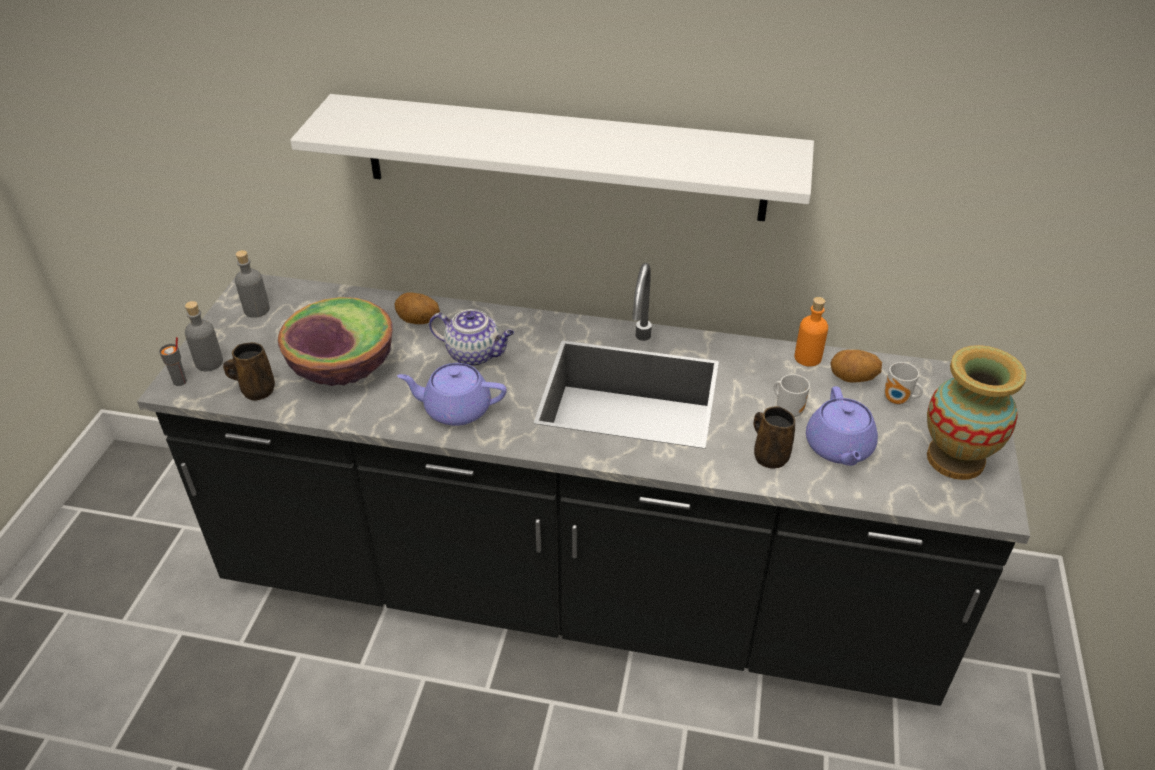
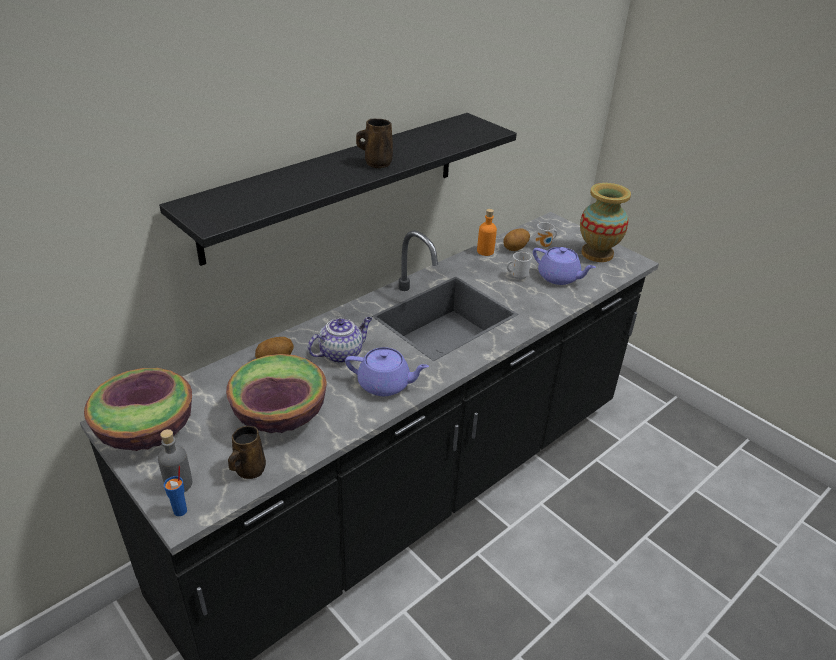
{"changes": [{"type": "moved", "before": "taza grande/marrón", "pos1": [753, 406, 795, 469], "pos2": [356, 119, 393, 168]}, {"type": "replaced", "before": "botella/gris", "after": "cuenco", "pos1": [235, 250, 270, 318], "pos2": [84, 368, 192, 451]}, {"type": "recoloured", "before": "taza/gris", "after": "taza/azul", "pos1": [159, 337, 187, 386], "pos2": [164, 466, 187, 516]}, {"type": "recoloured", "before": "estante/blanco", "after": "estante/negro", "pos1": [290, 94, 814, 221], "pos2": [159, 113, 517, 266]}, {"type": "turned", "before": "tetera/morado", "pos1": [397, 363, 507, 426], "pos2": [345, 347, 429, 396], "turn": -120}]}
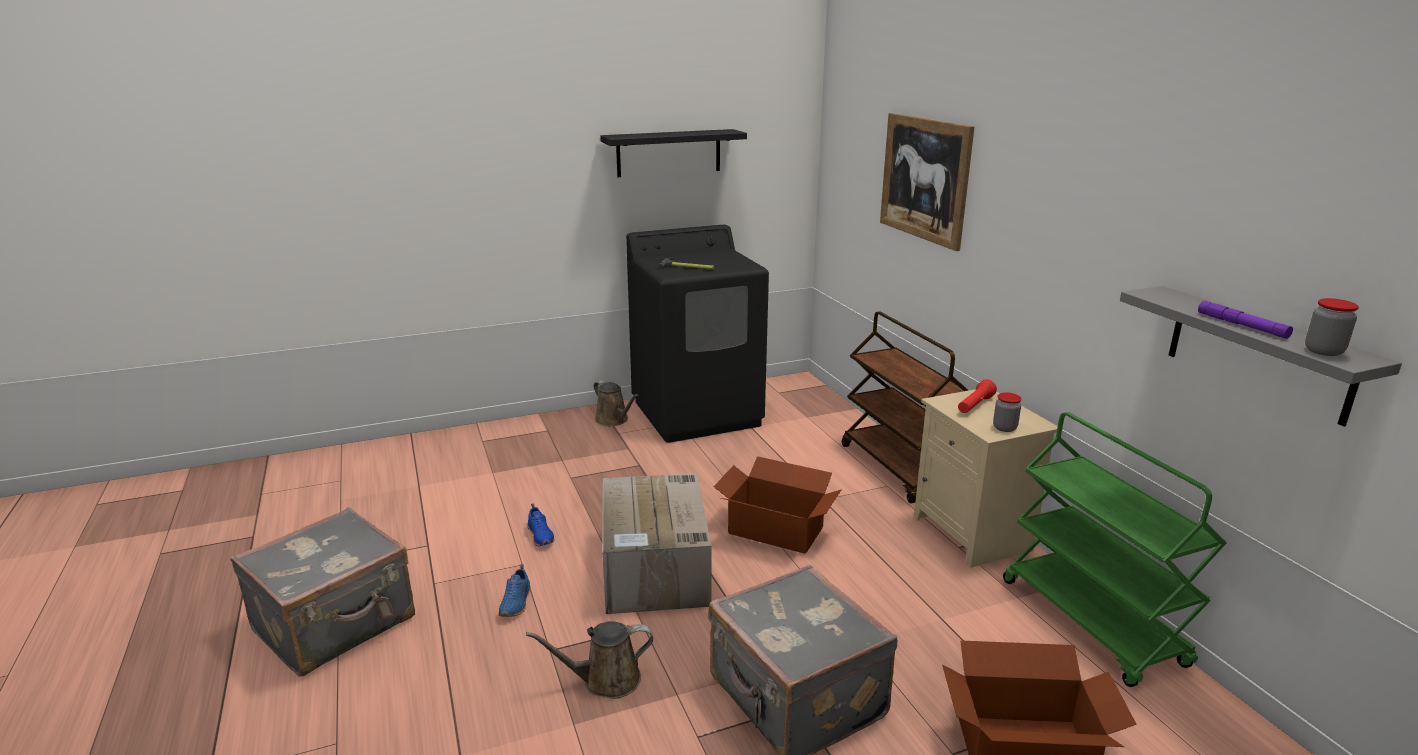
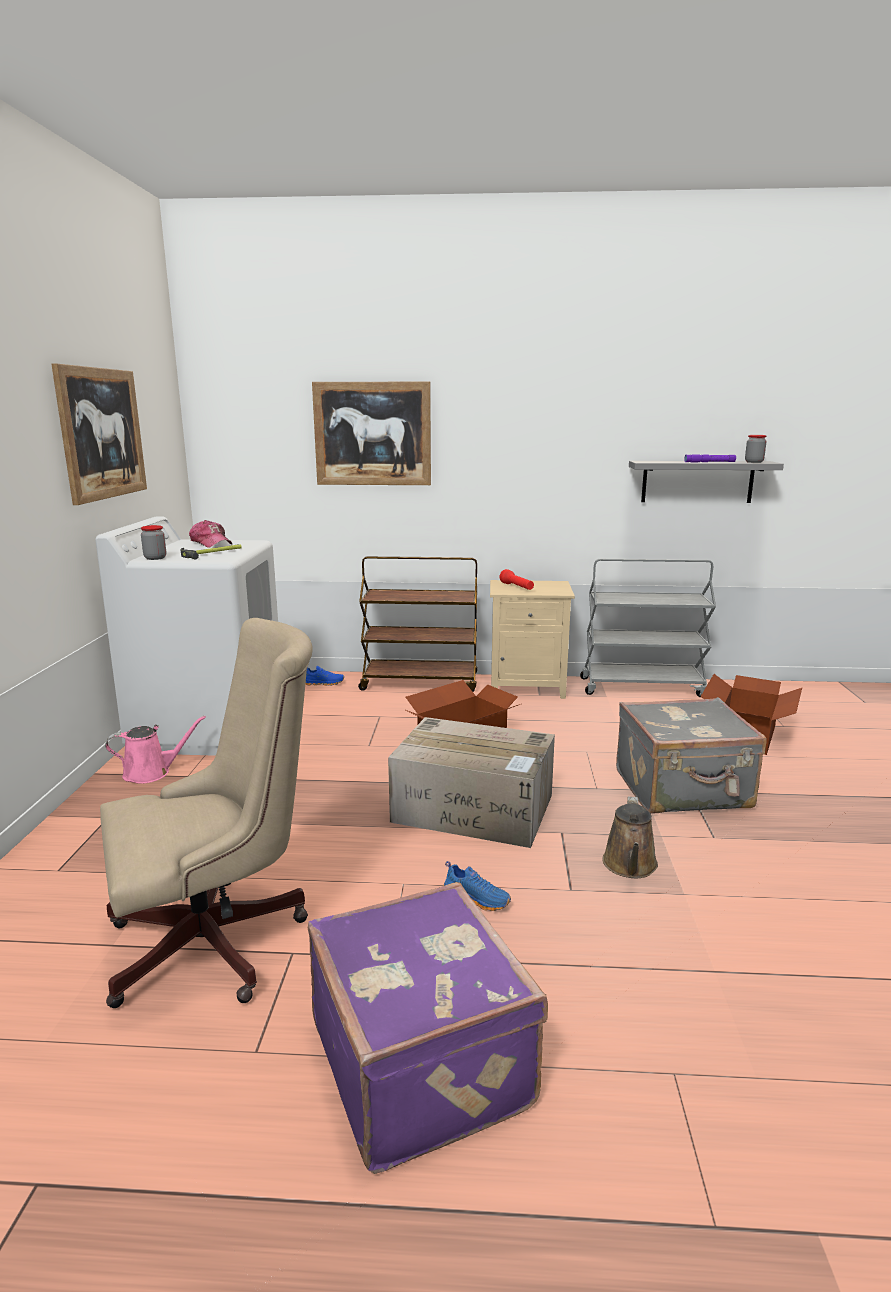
{"changes": [{"type": "added", "after": "silla de oficina/beis", "pos2": [100, 618, 313, 1008]}, {"type": "added", "after": "gorra", "pos2": [189, 520, 233, 548]}, {"type": "moved", "before": "zapato/azul", "pos1": [527, 503, 555, 546], "pos2": [305, 666, 344, 686]}, {"type": "moved", "before": "tarro", "pos1": [993, 392, 1021, 432], "pos2": [141, 525, 166, 560]}, {"type": "replaced", "before": "estante/negro", "after": "cuadro", "pos1": [600, 129, 747, 177], "pos2": [51, 364, 147, 505]}, {"type": "recoloured", "before": "maleta/gris", "after": "maleta/morado", "pos1": [230, 507, 415, 676], "pos2": [308, 882, 548, 1174]}, {"type": "recoloured", "before": "regadera/marrón", "after": "regadera/rosa", "pos1": [594, 380, 639, 426], "pos2": [105, 716, 206, 784]}, {"type": "recoloured", "before": "lavadora/negro", "after": "lavadora/blanco", "pos1": [626, 225, 769, 443], "pos2": [95, 516, 278, 756]}, {"type": "recoloured", "before": "carrito/verde", "after": "carrito/gris", "pos1": [1003, 412, 1227, 687], "pos2": [580, 559, 716, 697]}]}
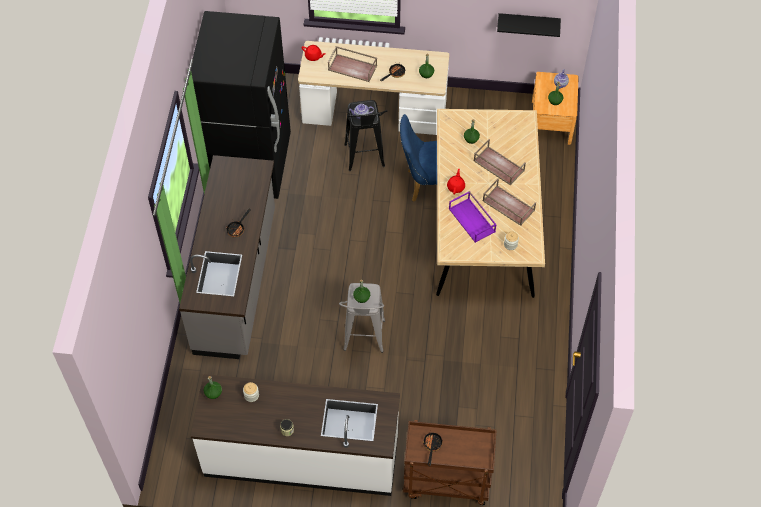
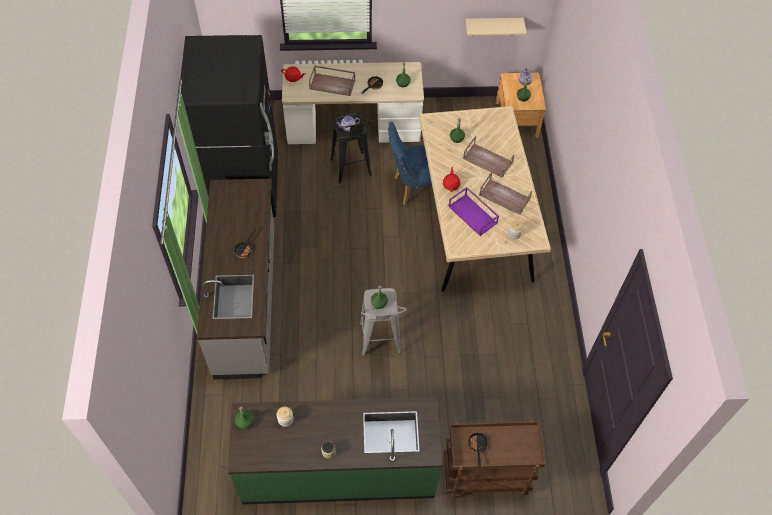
{"changes": [{"type": "recoloured", "before": "mueble bajo de cocina/blanco", "after": "mueble bajo de cocina/verde", "pos1": [191, 374, 400, 496], "pos2": [228, 397, 443, 505]}, {"type": "recoloured", "before": "estante/negro", "after": "estante/beis", "pos1": [497, 13, 561, 37], "pos2": [465, 18, 527, 36]}]}
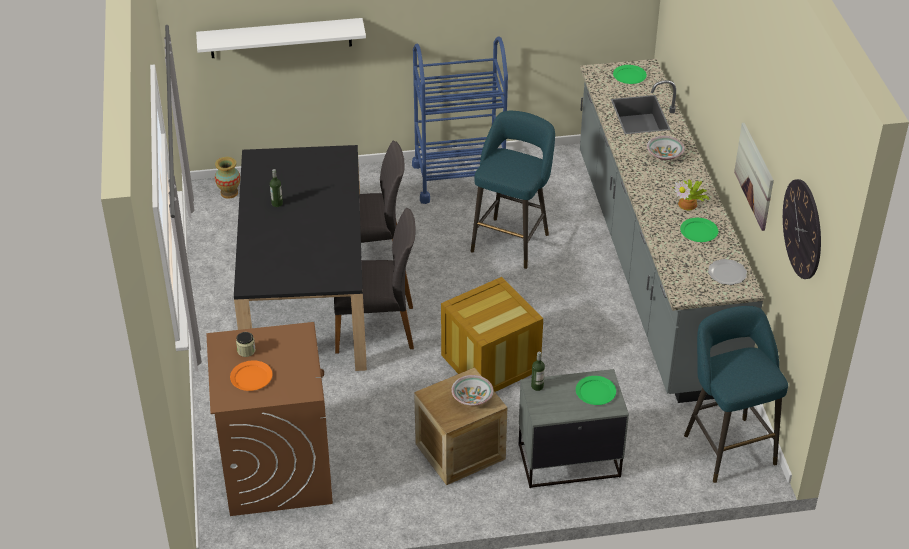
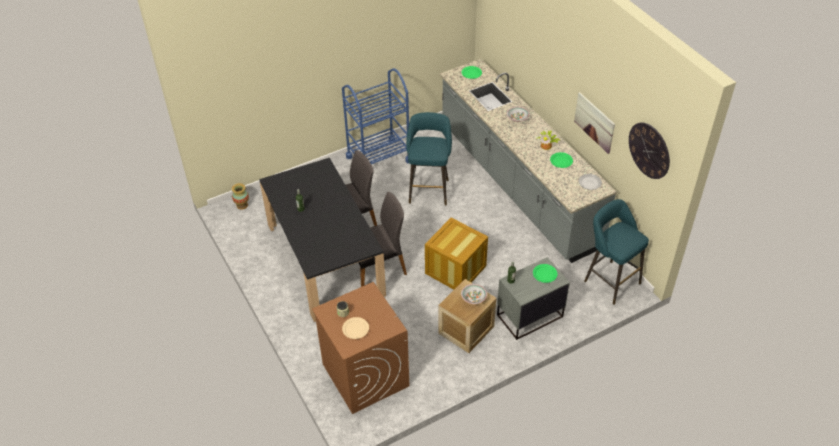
{"changes": [{"type": "removed", "before": "estante/blanco", "pos1": [196, 18, 366, 58]}, {"type": "recoloured", "before": "plato/naranja", "after": "plato/beis", "pos1": [230, 360, 273, 391], "pos2": [342, 317, 369, 339]}]}
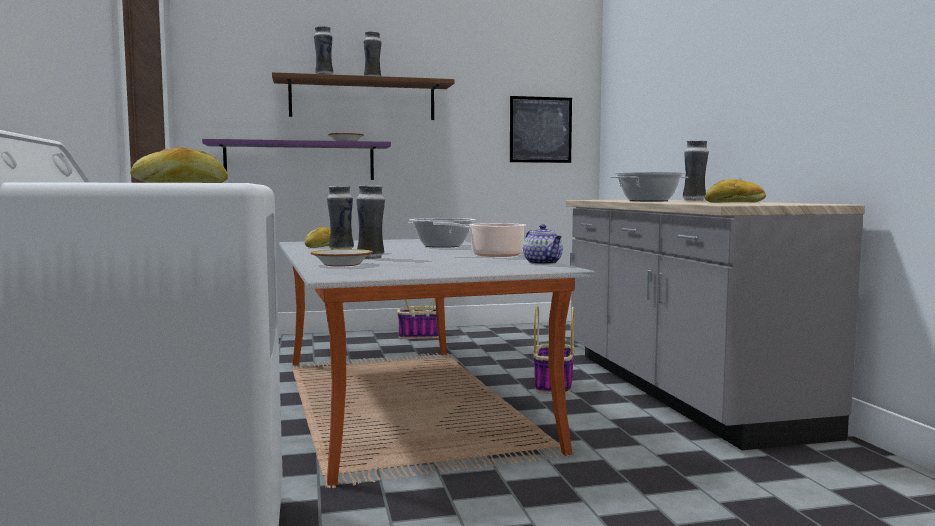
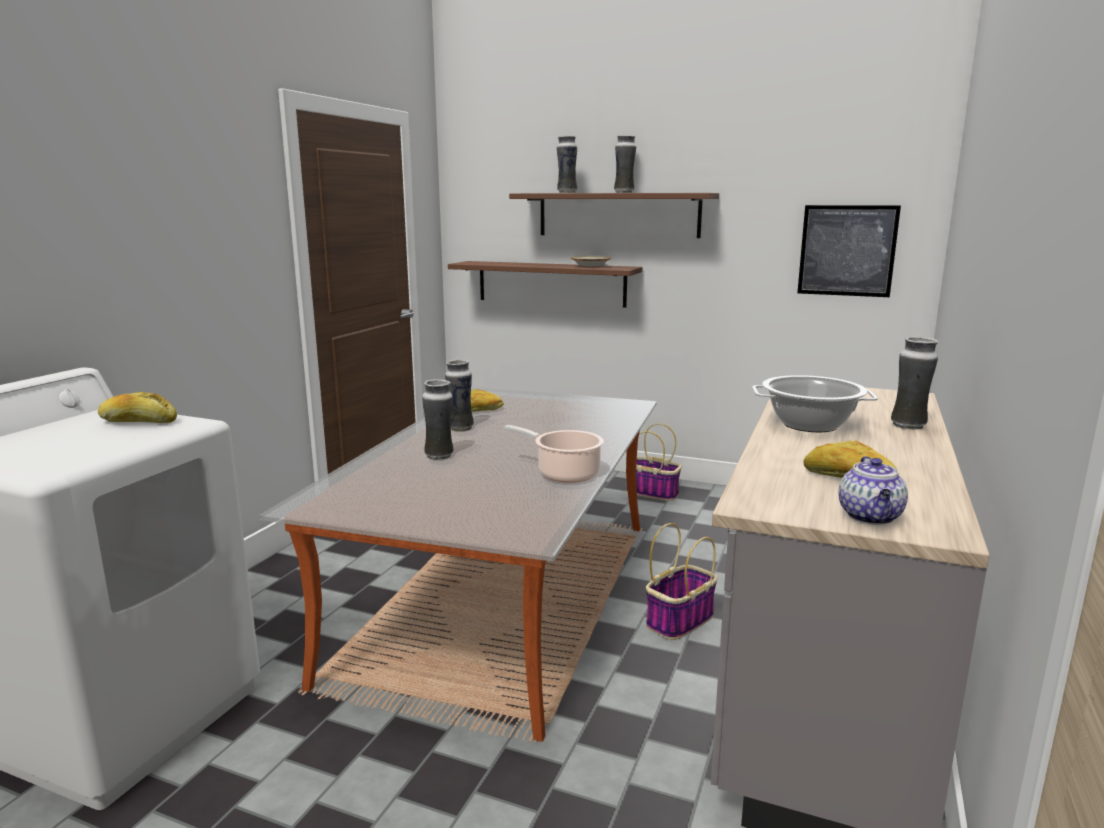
{"changes": [{"type": "removed", "before": "cuenco", "pos1": [311, 249, 373, 266]}, {"type": "removed", "before": "olla", "pos1": [409, 218, 476, 248]}, {"type": "moved", "before": "tetera", "pos1": [523, 224, 563, 265], "pos2": [839, 456, 908, 525]}, {"type": "recoloured", "before": "estante/morado", "after": "estante/marrón", "pos1": [202, 139, 391, 180], "pos2": [448, 261, 642, 308]}]}
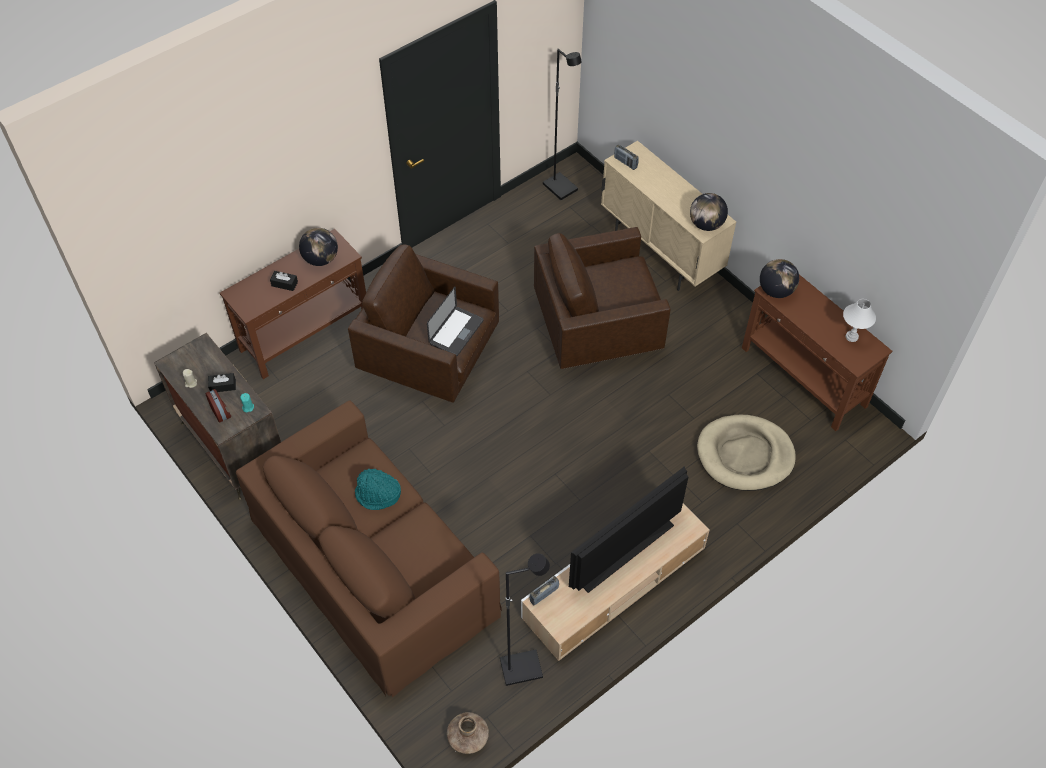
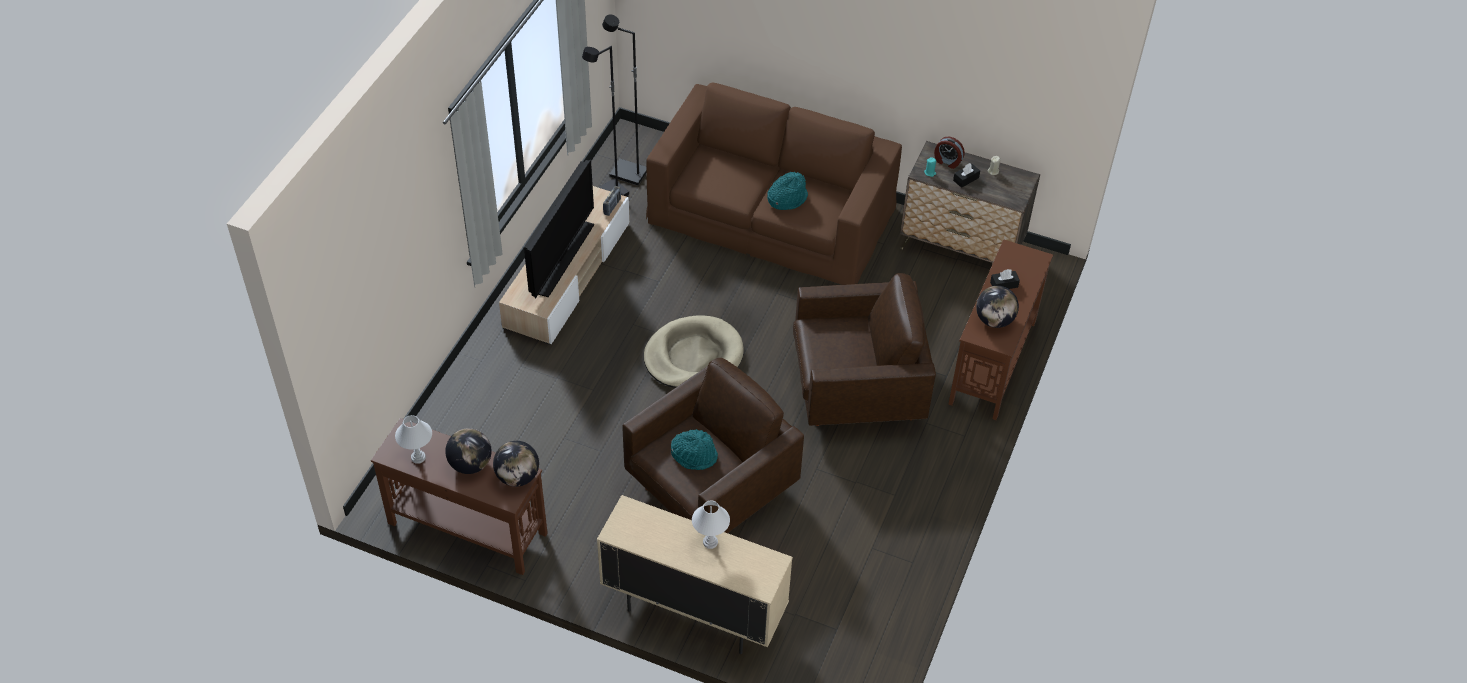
{"changes": [{"type": "removed", "before": "portátil", "pos1": [427, 287, 484, 356]}, {"type": "removed", "before": "florero/marrón", "pos1": [447, 712, 489, 754]}, {"type": "removed", "before": "radio", "pos1": [614, 144, 639, 170]}, {"type": "added", "after": "sombrero/turquesa", "pos2": [671, 429, 718, 470]}, {"type": "added", "after": "lámpara de mesa/blanco", "pos2": [692, 501, 730, 549]}, {"type": "moved", "before": "lámpara de pie/negro", "pos1": [543, 49, 582, 200], "pos2": [602, 15, 646, 186]}, {"type": "moved", "before": "globo terráqueo", "pos1": [690, 193, 728, 231], "pos2": [445, 428, 492, 474]}, {"type": "moved", "before": "cama para perro/beis", "pos1": [697, 415, 796, 491], "pos2": [644, 315, 744, 388]}]}
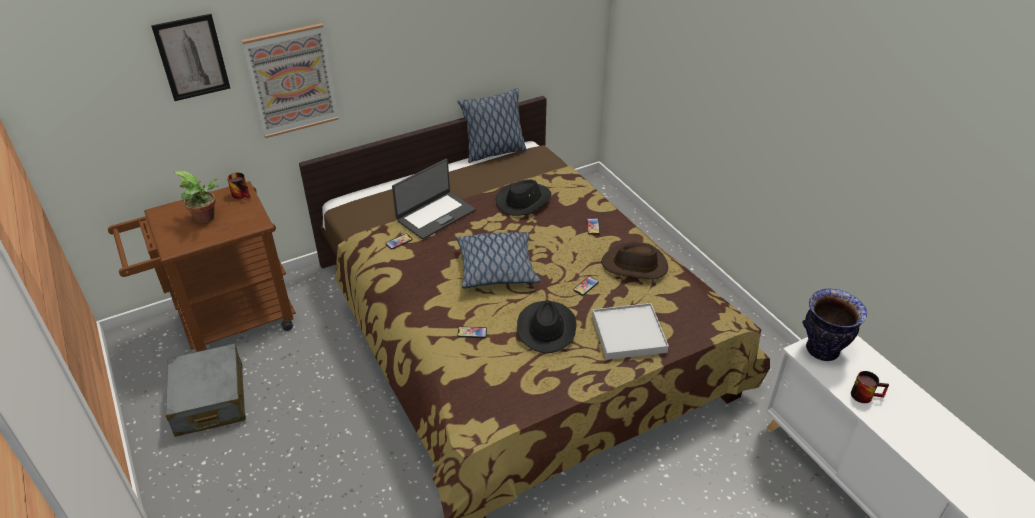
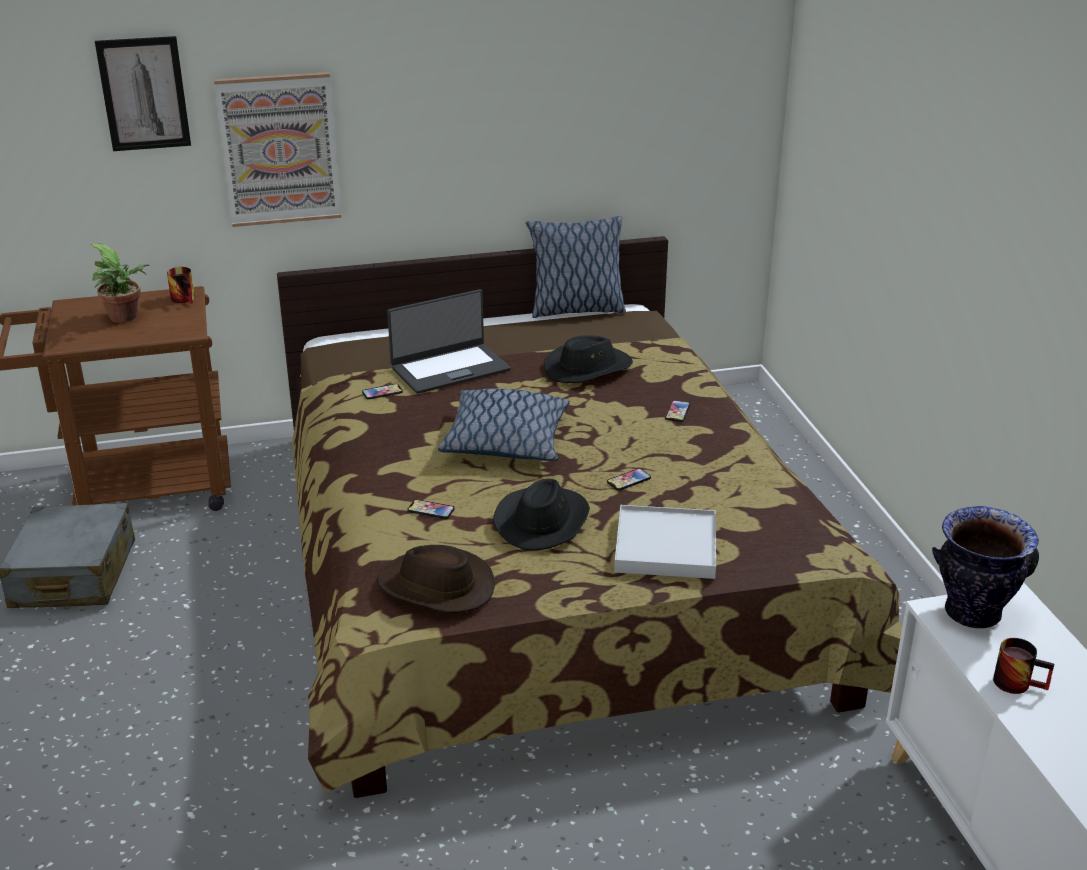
{"changes": [{"type": "moved", "before": "sombrero/marrón", "pos1": [601, 242, 668, 279], "pos2": [377, 545, 495, 613]}]}
